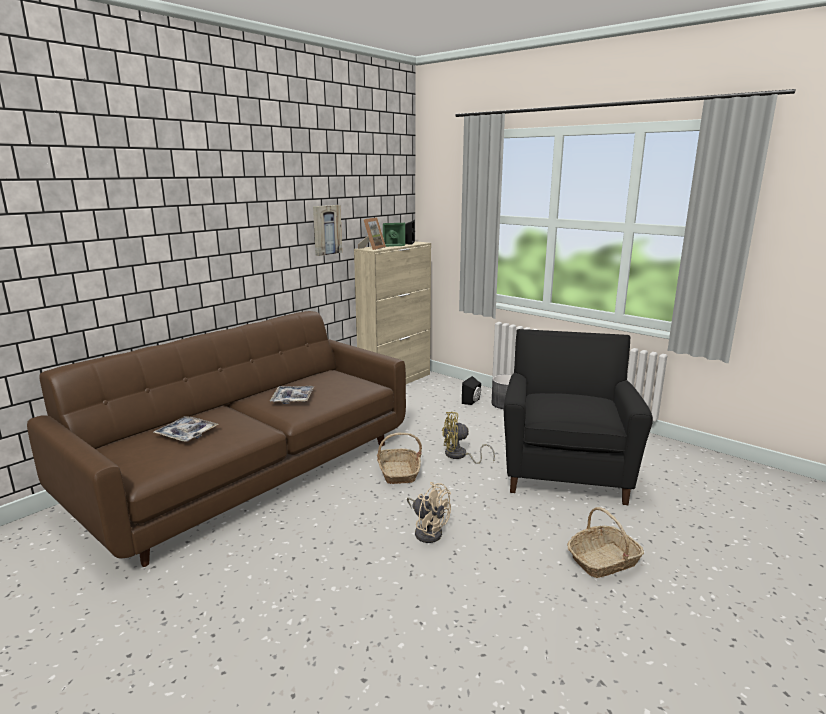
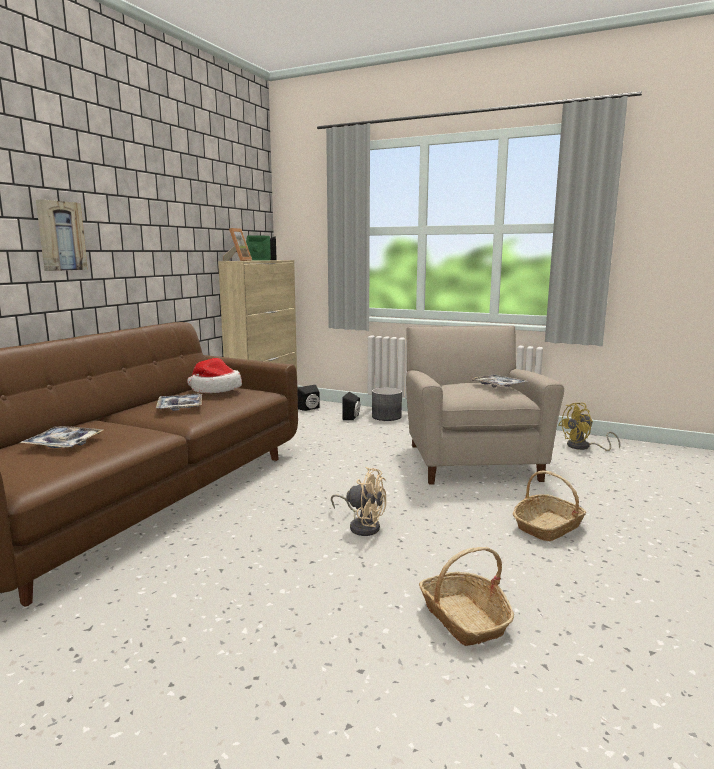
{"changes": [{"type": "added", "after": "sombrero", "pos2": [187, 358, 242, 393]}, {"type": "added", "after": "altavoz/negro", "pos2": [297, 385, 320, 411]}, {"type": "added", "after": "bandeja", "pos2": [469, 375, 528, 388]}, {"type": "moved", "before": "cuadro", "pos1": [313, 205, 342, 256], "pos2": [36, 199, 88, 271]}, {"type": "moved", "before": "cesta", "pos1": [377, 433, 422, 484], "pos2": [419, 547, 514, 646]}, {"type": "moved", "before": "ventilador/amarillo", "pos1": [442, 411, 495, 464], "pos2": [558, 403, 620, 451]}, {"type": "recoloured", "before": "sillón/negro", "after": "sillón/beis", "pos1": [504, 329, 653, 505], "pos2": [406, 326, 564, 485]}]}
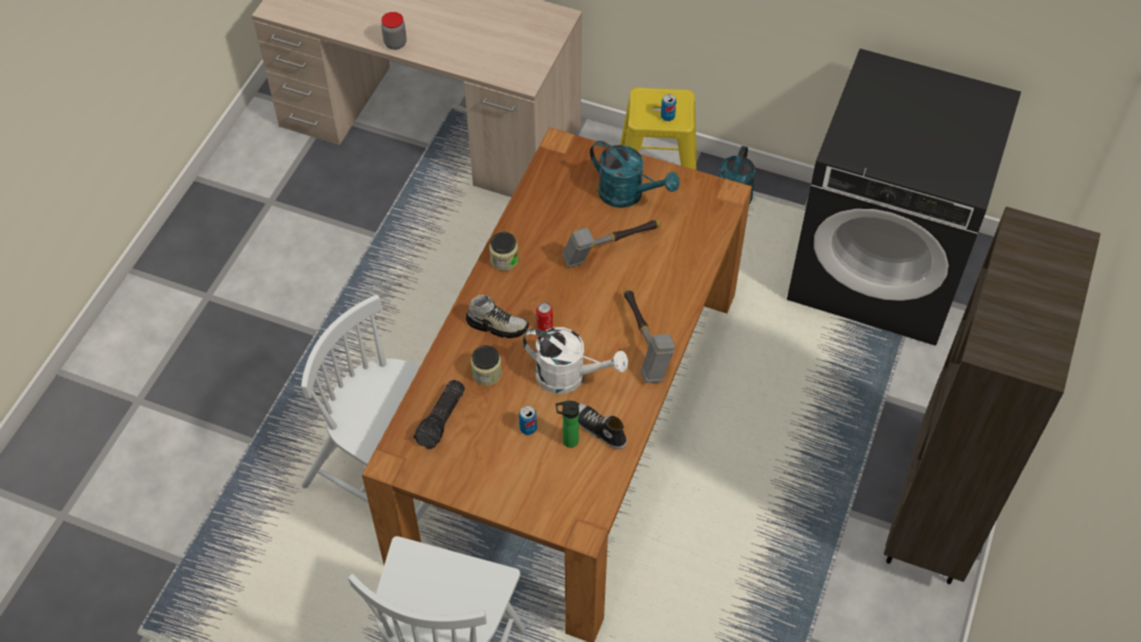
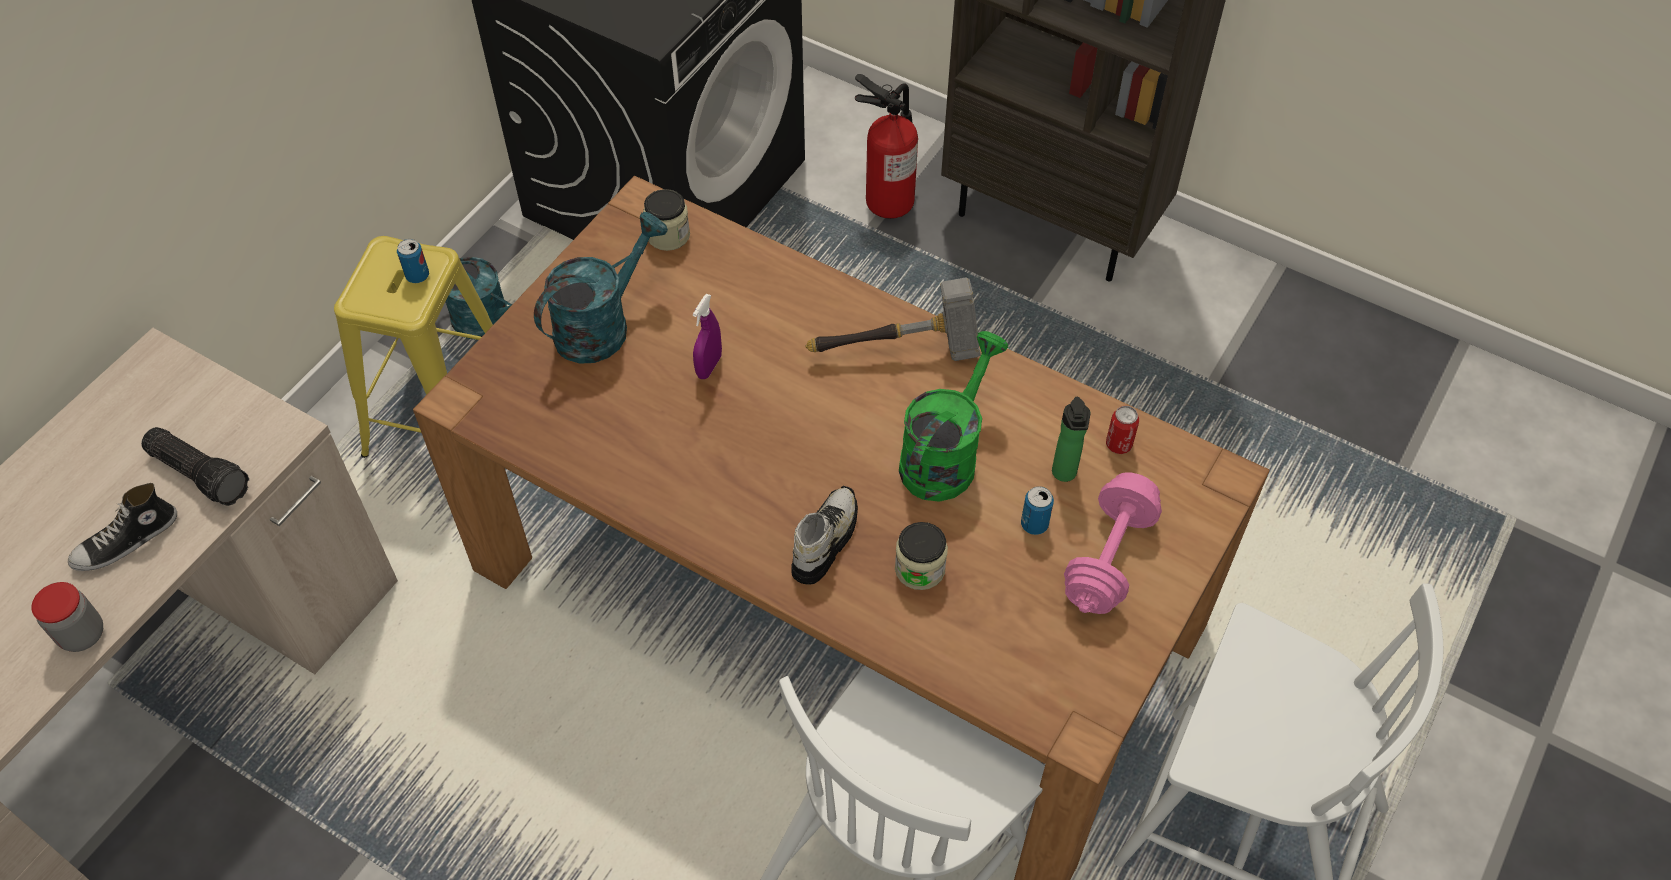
{"changes": [{"type": "added", "after": "extintor", "pos2": [855, 74, 918, 219]}, {"type": "added", "after": "mancuerna/rosa", "pos2": [1064, 472, 1162, 614]}, {"type": "moved", "before": "linterna", "pos1": [414, 380, 465, 449], "pos2": [141, 427, 249, 506]}, {"type": "moved", "before": "tarro", "pos1": [489, 232, 518, 271], "pos2": [643, 189, 690, 251]}, {"type": "moved", "before": "lata", "pos1": [536, 302, 553, 331], "pos2": [1106, 406, 1139, 454]}, {"type": "moved", "before": "zapato", "pos1": [578, 403, 627, 449], "pos2": [68, 483, 177, 571]}, {"type": "replaced", "before": "martillo", "after": "pulverizador/morado", "pos1": [562, 219, 661, 268], "pos2": [693, 294, 722, 379]}, {"type": "recoloured", "before": "regadera/blanco", "after": "regadera/verde", "pos1": [522, 327, 628, 394], "pos2": [899, 331, 1008, 502]}]}
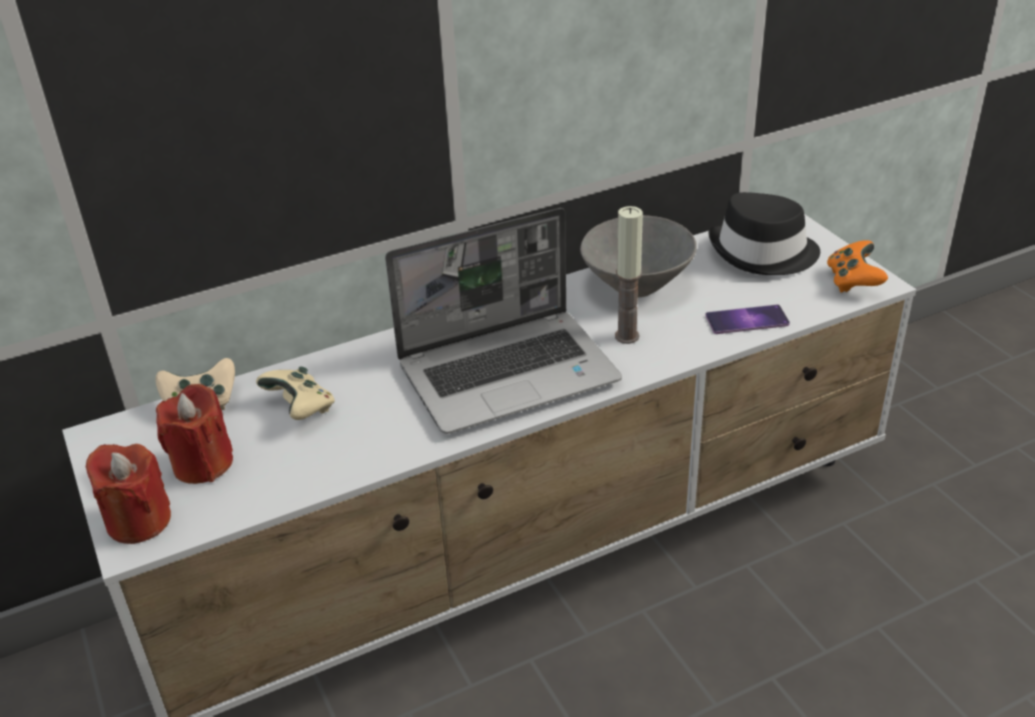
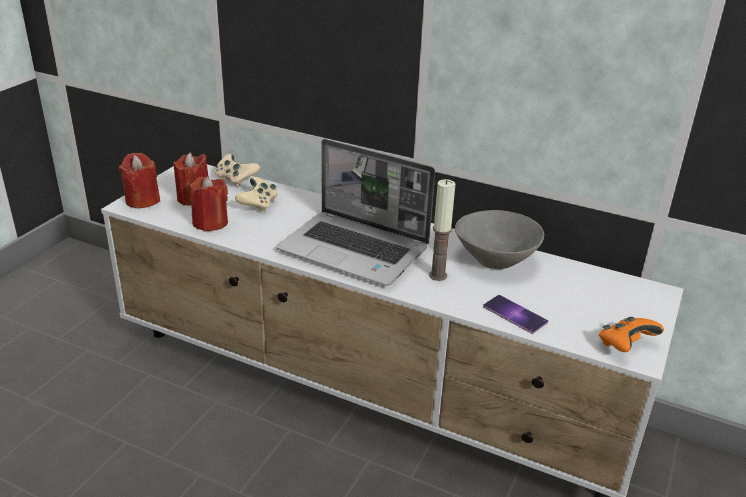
{"changes": [{"type": "removed", "before": "sombrero/negro", "pos1": [708, 192, 820, 275]}, {"type": "added", "after": "vela/rojo", "pos2": [189, 176, 228, 232]}]}
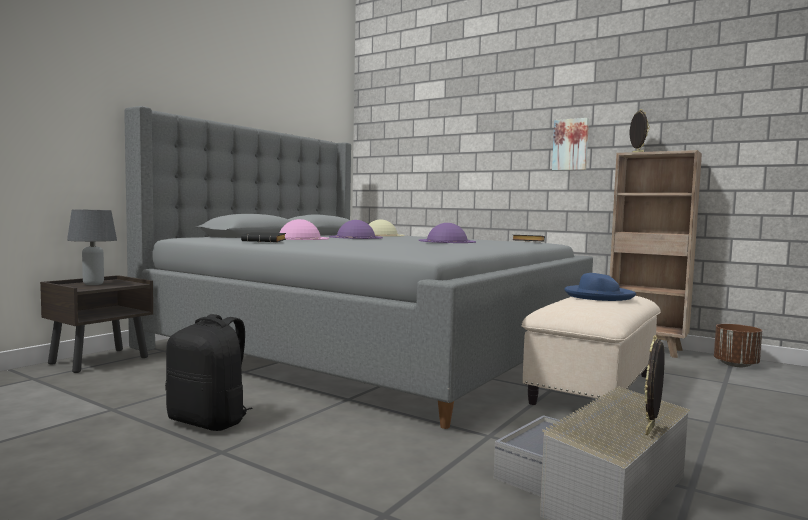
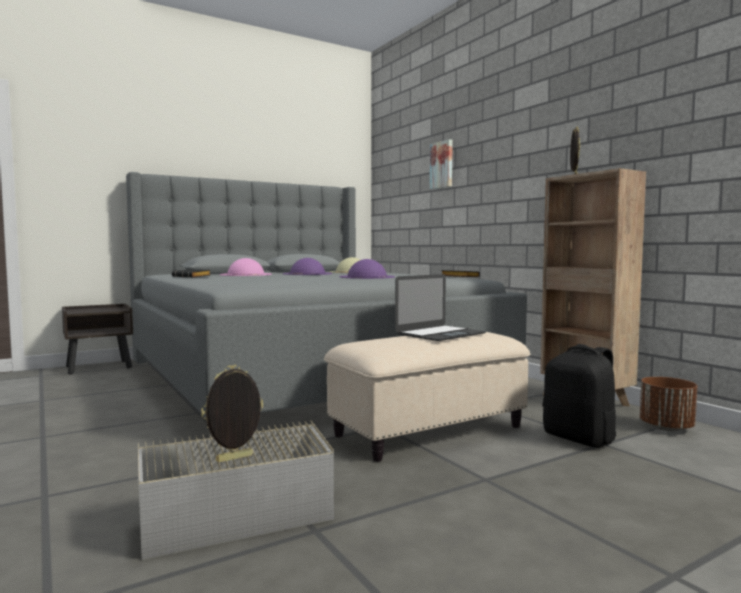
{"changes": [{"type": "removed", "before": "lámpara de mesa/gris", "pos1": [67, 209, 117, 285]}, {"type": "moved", "before": "mochila/negro", "pos1": [165, 314, 253, 431], "pos2": [543, 344, 616, 448]}, {"type": "moved", "before": "cuadro", "pos1": [552, 118, 589, 171], "pos2": [430, 139, 453, 189]}, {"type": "replaced", "before": "sombrero/azul", "after": "portátil", "pos1": [565, 273, 636, 301], "pos2": [395, 274, 486, 341]}]}
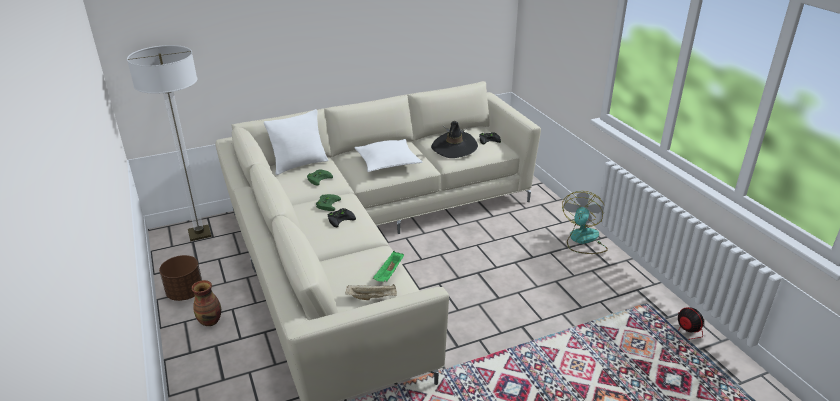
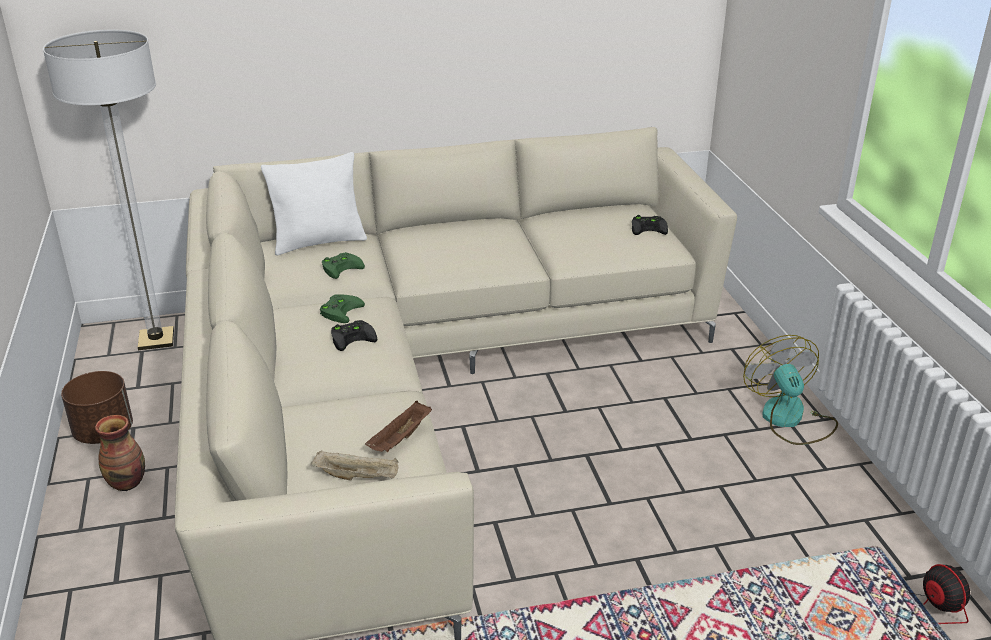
{"changes": [{"type": "removed", "before": "cojín/blanco", "pos1": [354, 139, 422, 172]}, {"type": "removed", "before": "sombrero/negro", "pos1": [431, 121, 478, 158]}, {"type": "recoloured", "before": "bandeja/verde", "after": "bandeja/marrón", "pos1": [373, 251, 404, 282], "pos2": [365, 401, 432, 452]}, {"type": "turned", "before": "ventilador", "pos1": [562, 191, 608, 254], "pos2": [743, 335, 838, 445], "turn": -45}]}
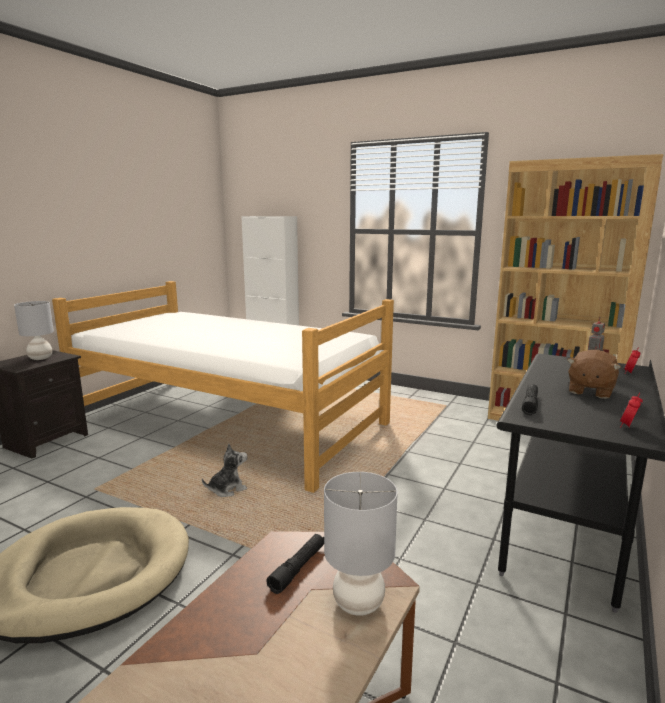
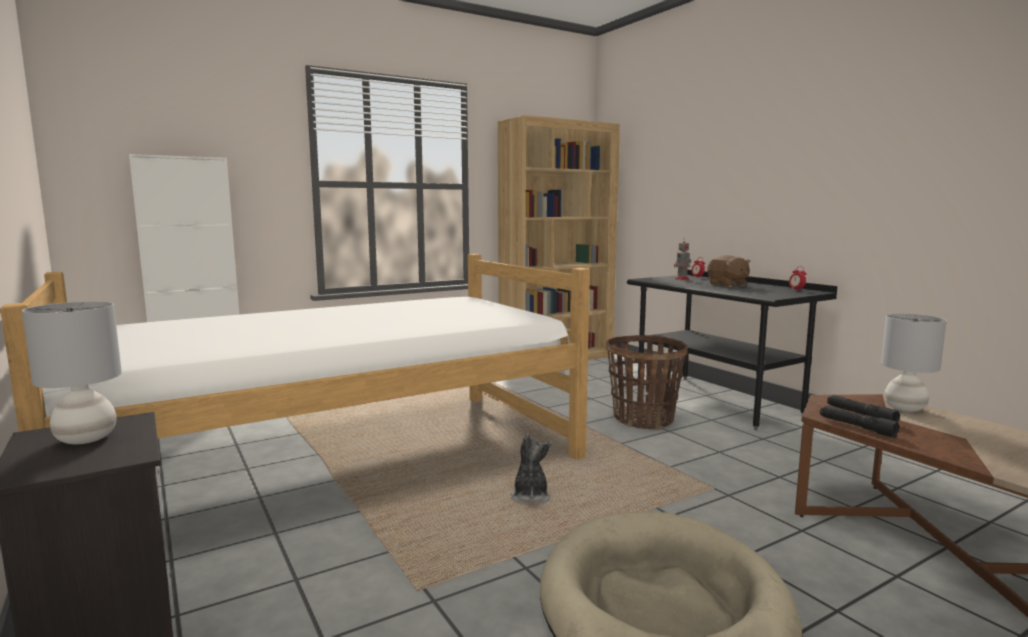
{"changes": [{"type": "added", "after": "cesta", "pos2": [606, 335, 688, 430]}, {"type": "moved", "before": "linterna/negro", "pos1": [522, 384, 538, 415], "pos2": [820, 405, 900, 438]}]}
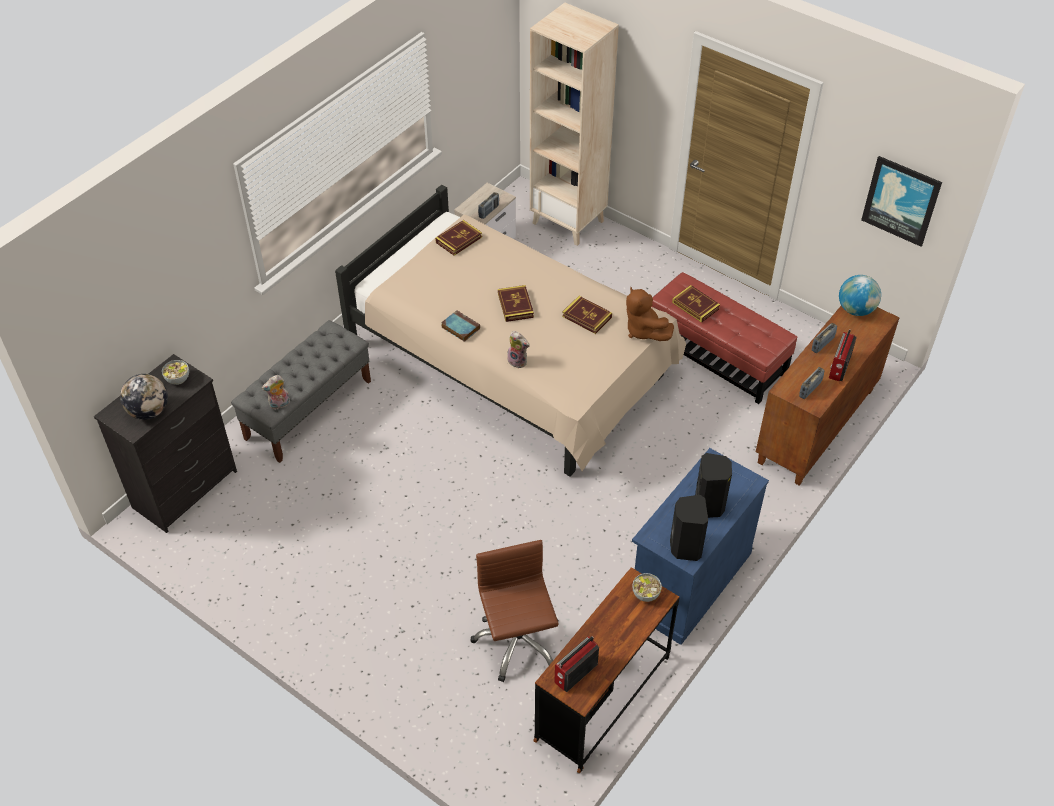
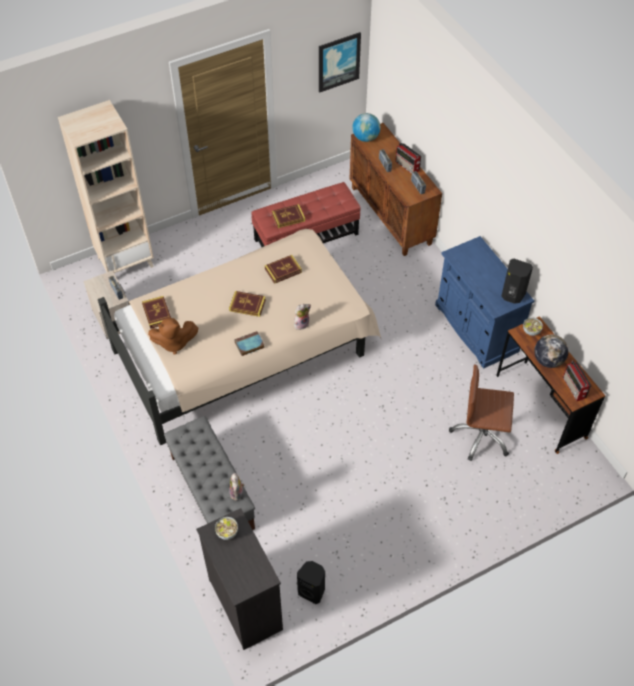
{"changes": [{"type": "moved", "before": "globo terráqueo", "pos1": [120, 374, 168, 420], "pos2": [534, 334, 569, 368]}, {"type": "moved", "before": "peluche/marrón", "pos1": [626, 287, 674, 341], "pos2": [148, 318, 198, 354]}, {"type": "moved", "before": "altavoz/negro", "pos1": [695, 453, 732, 518], "pos2": [297, 561, 325, 604]}]}
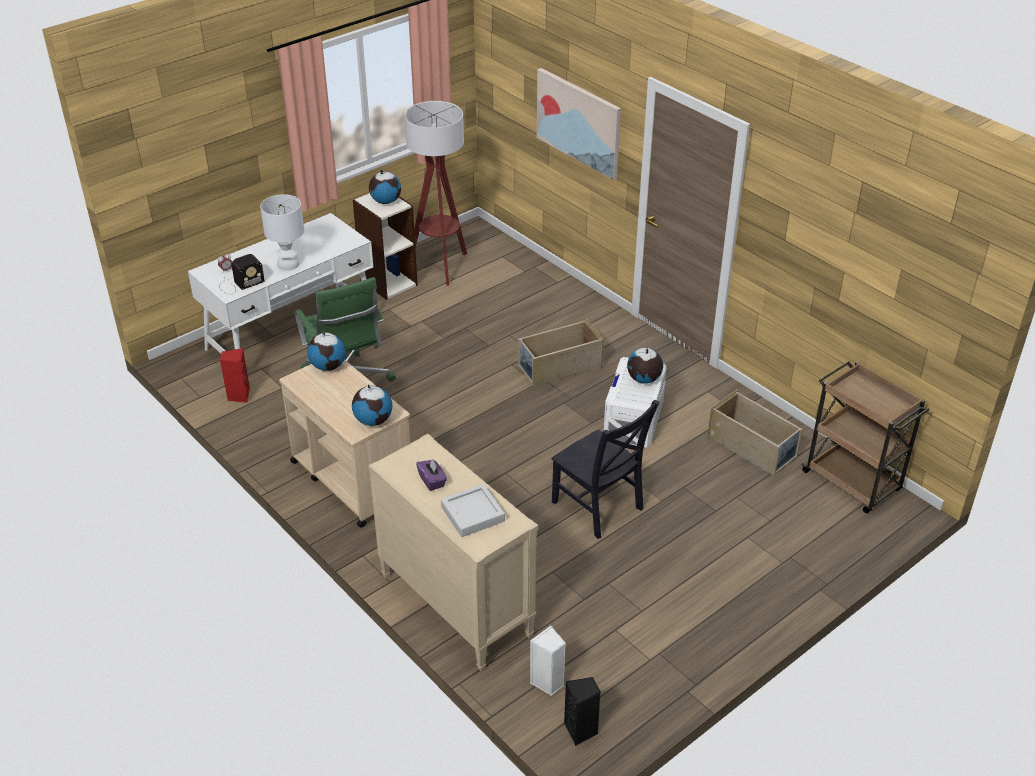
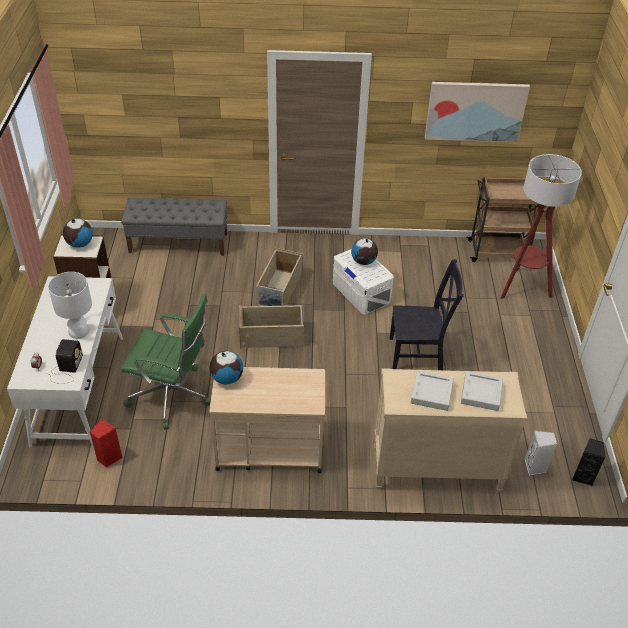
{"changes": [{"type": "removed", "before": "globo terráqueo", "pos1": [352, 384, 392, 426]}, {"type": "added", "after": "banco/gris", "pos2": [121, 198, 227, 256]}, {"type": "moved", "before": "lámpara de pie", "pos1": [405, 101, 467, 286], "pos2": [501, 154, 582, 299]}, {"type": "moved", "before": "cuadro", "pos1": [537, 68, 621, 180], "pos2": [425, 82, 530, 142]}, {"type": "moved", "before": "caja de almacenaje/beis", "pos1": [707, 390, 803, 476], "pos2": [239, 305, 304, 349]}, {"type": "replaced", "before": "caja de pañuelos/morado", "after": "bandeja/gris", "pos1": [416, 459, 447, 491], "pos2": [411, 371, 454, 411]}]}
